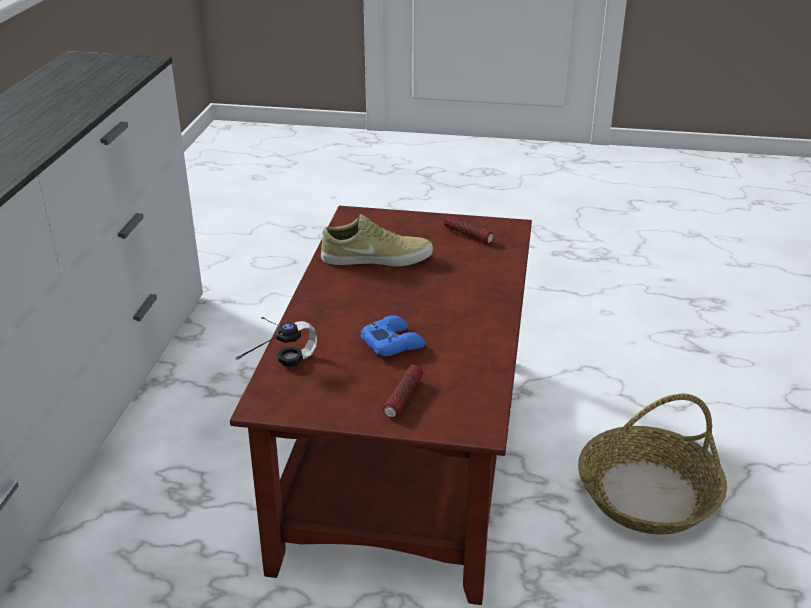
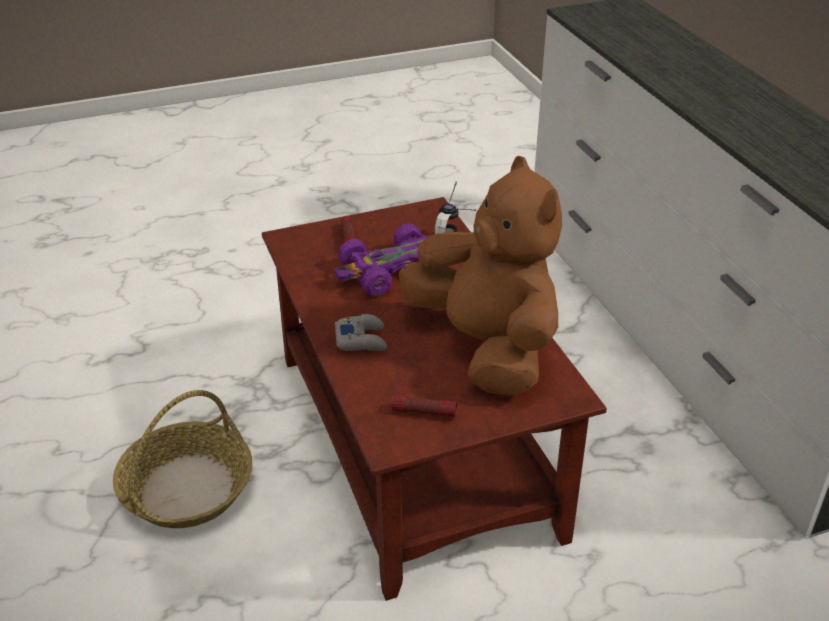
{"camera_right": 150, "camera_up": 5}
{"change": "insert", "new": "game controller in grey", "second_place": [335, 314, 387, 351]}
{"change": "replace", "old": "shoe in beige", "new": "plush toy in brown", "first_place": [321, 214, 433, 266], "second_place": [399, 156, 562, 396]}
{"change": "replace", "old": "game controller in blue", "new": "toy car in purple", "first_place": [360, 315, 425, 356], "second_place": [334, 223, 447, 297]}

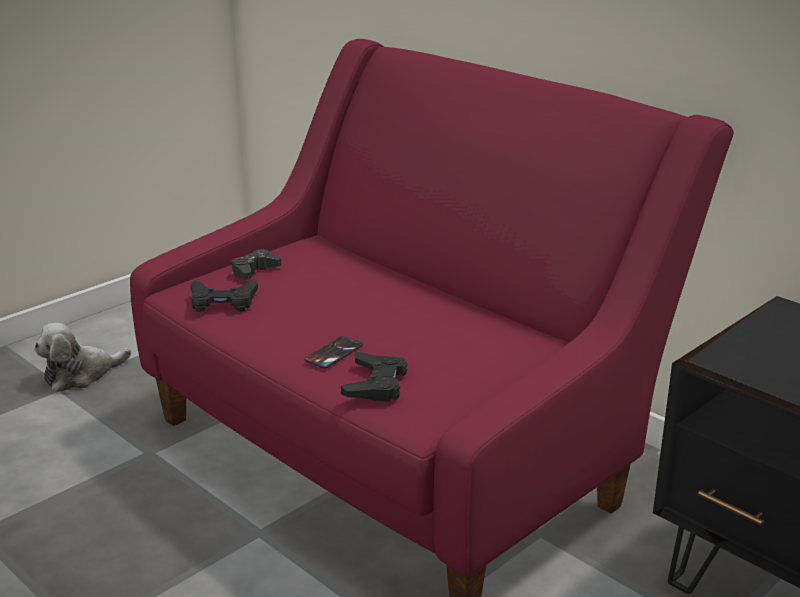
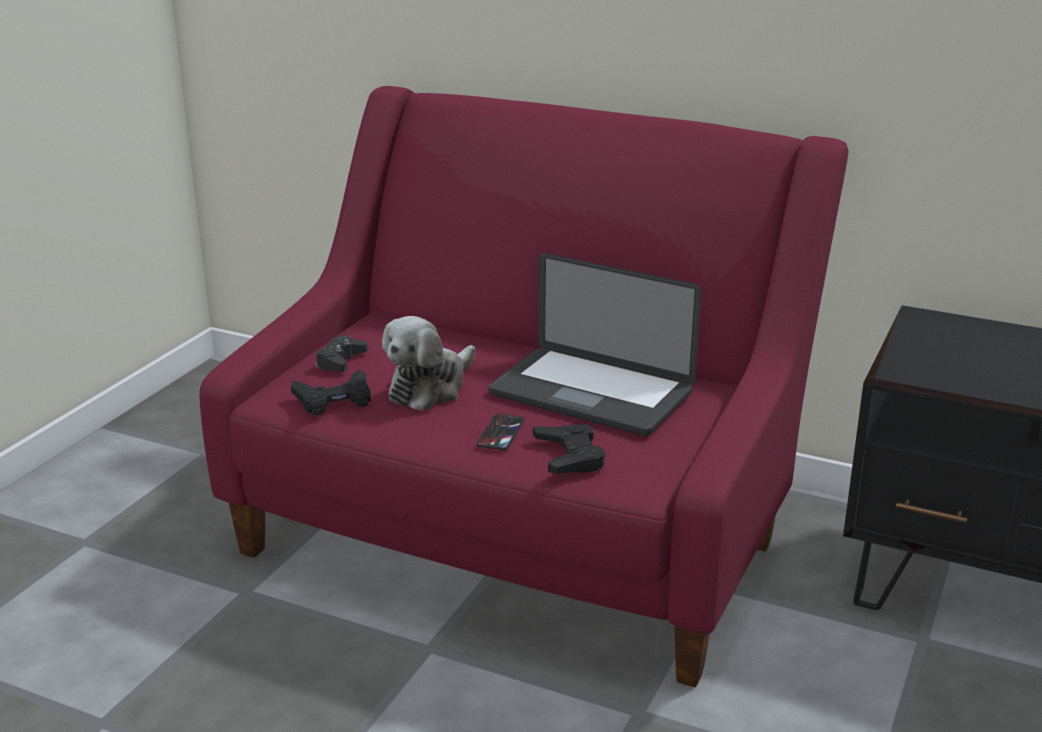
{"camera_right": -20, "camera_up": 0}
{"change": "insert", "new": "laptop", "second_place": [489, 253, 702, 436]}
{"change": "move", "old": "plush toy", "first_place": [34, 323, 131, 392], "second_place": [382, 316, 476, 411]}

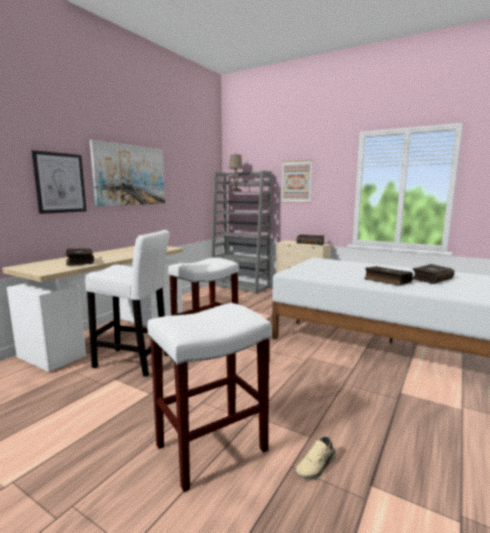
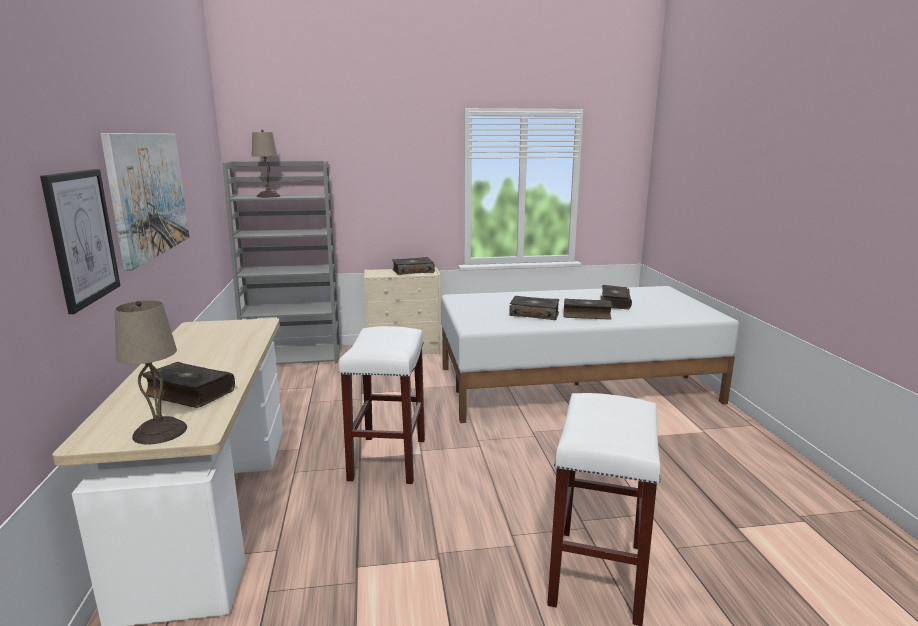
{"camera_right": -40, "camera_up": 5}
{"change": "delete", "old": "stool in white", "first_place": [85, 230, 170, 377]}
{"change": "delete", "old": "picture", "first_place": [281, 160, 312, 203]}
{"change": "delete", "old": "shoe in beige", "first_place": [296, 436, 336, 480]}
{"change": "insert", "new": "table lamp in beige", "second_place": [115, 300, 187, 445]}
{"change": "insert", "new": "book", "second_place": [509, 296, 559, 320]}

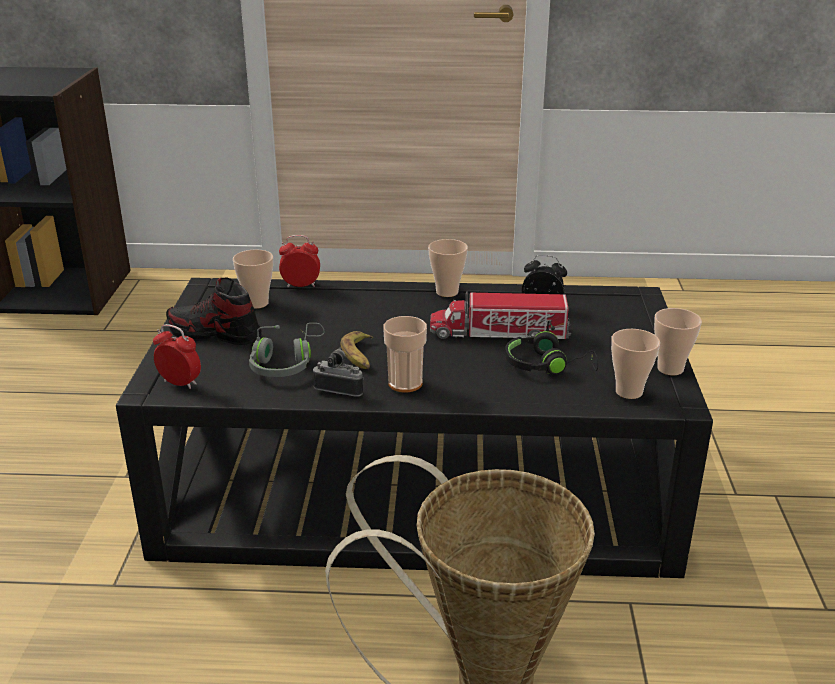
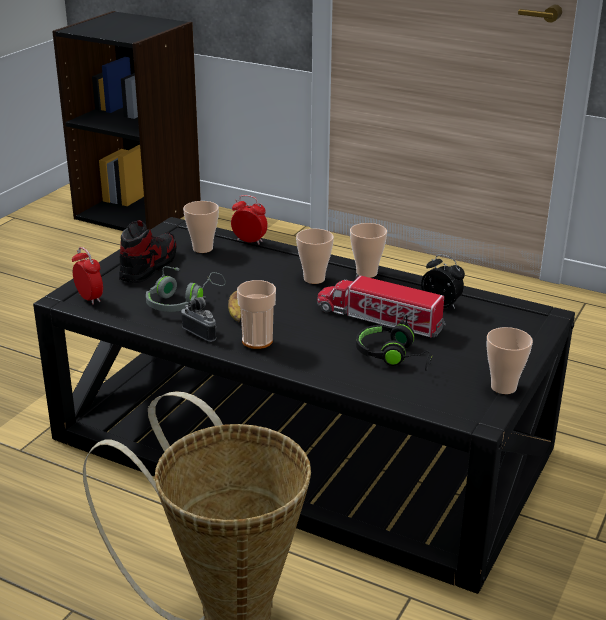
{"camera_right": 25, "camera_up": 0}
{"change": "move", "old": "cup", "first_place": [611, 329, 660, 399], "second_place": [296, 229, 334, 284]}
{"change": "rotate", "old": "shoe", "first_place": [166, 277, 262, 345], "second_place": [119, 220, 177, 283], "degrees": 75}

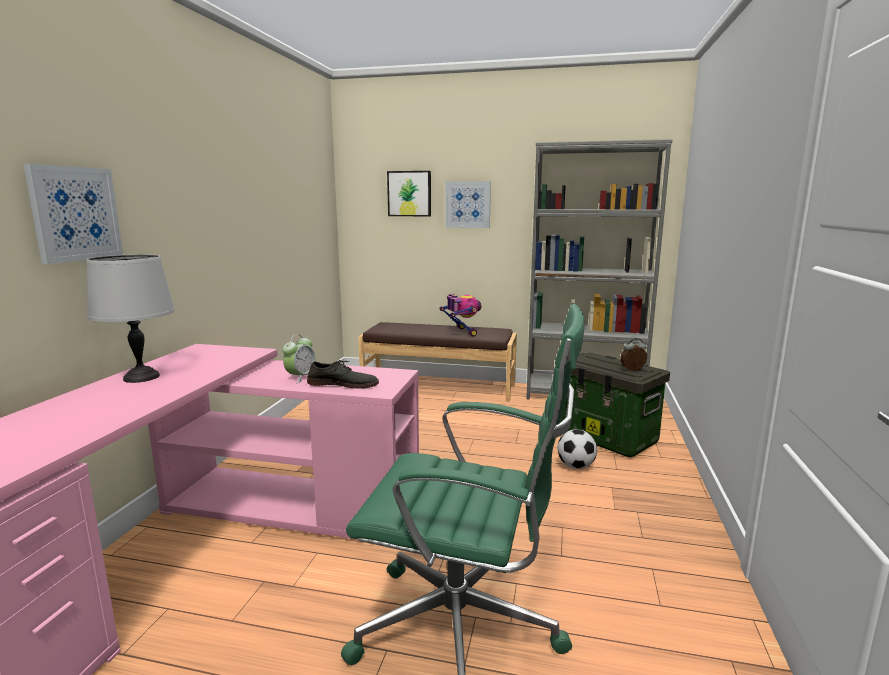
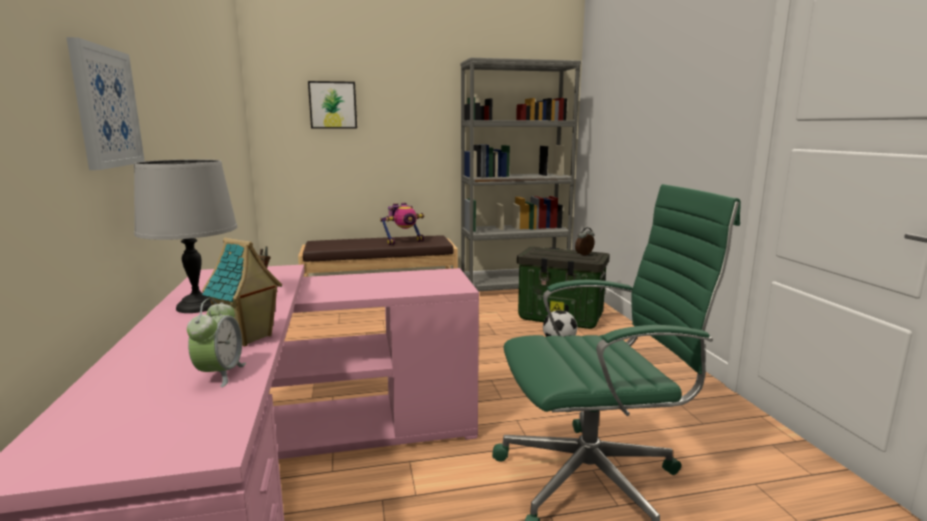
{"camera_right": -25, "camera_up": 0}
{"change": "delete", "old": "shoe in grey", "first_place": [307, 360, 379, 389]}
{"change": "delete", "old": "picture", "first_place": [445, 181, 491, 228]}
{"change": "insert", "new": "toy house", "second_place": [202, 238, 282, 346]}
{"change": "move", "old": "alarm clock", "first_place": [282, 334, 315, 383], "second_place": [187, 298, 246, 387]}
{"change": "rotate", "old": "toy robot", "first_place": [439, 294, 481, 336], "second_place": [380, 203, 424, 245], "degrees": 105}

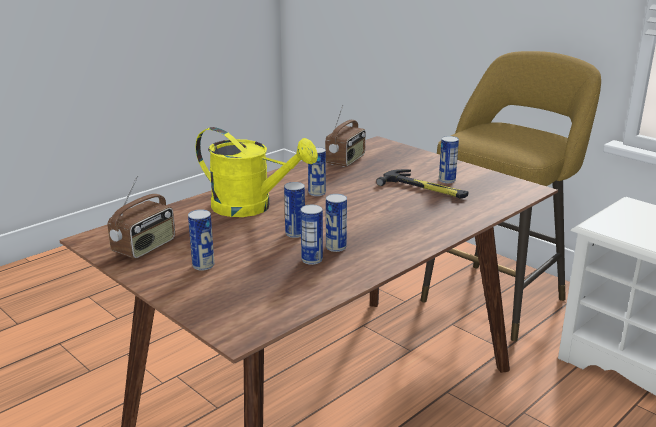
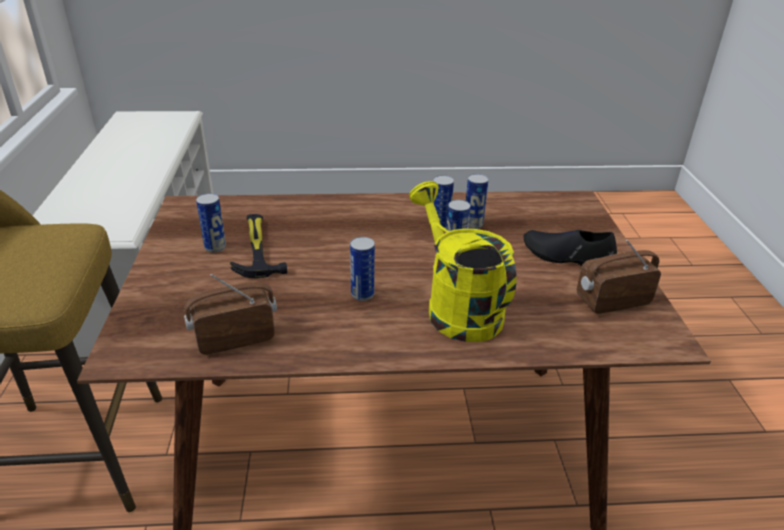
{"camera_right": -140, "camera_up": 10}
{"change": "replace", "old": "can", "new": "shoe in black", "first_place": [188, 209, 214, 270], "second_place": [523, 230, 617, 266]}

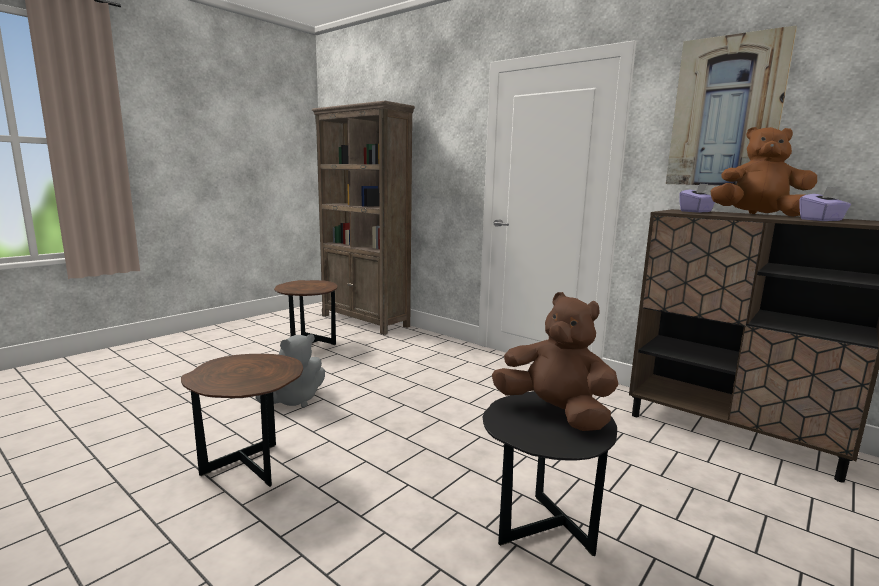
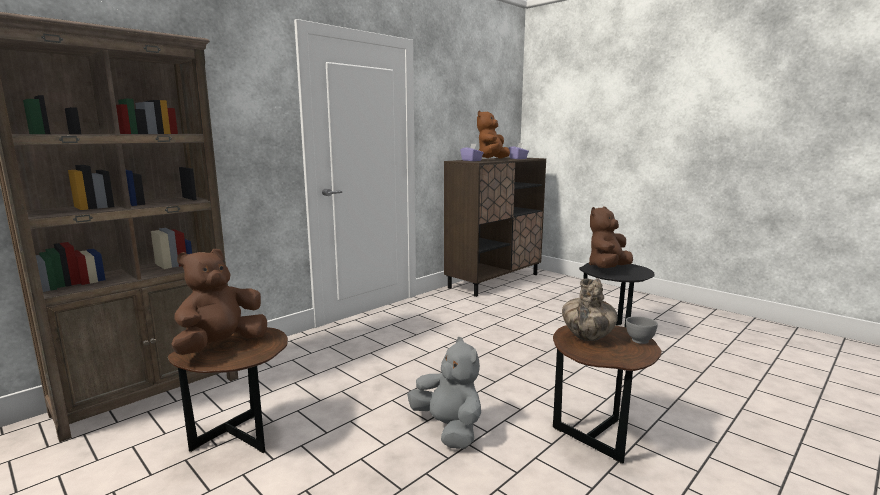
{"camera_right": -85, "camera_up": 0}
{"change": "delete", "old": "picture", "first_place": [666, 25, 797, 186]}
{"change": "insert", "new": "plush toy in brown", "second_place": [171, 249, 267, 355]}
{"change": "insert", "new": "vase", "second_place": [562, 278, 618, 341]}
{"change": "insert", "new": "bowl in grey", "second_place": [626, 316, 658, 344]}

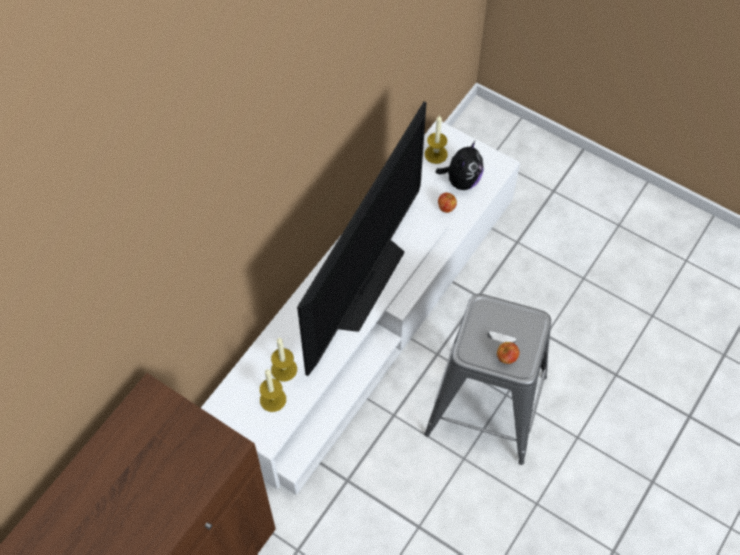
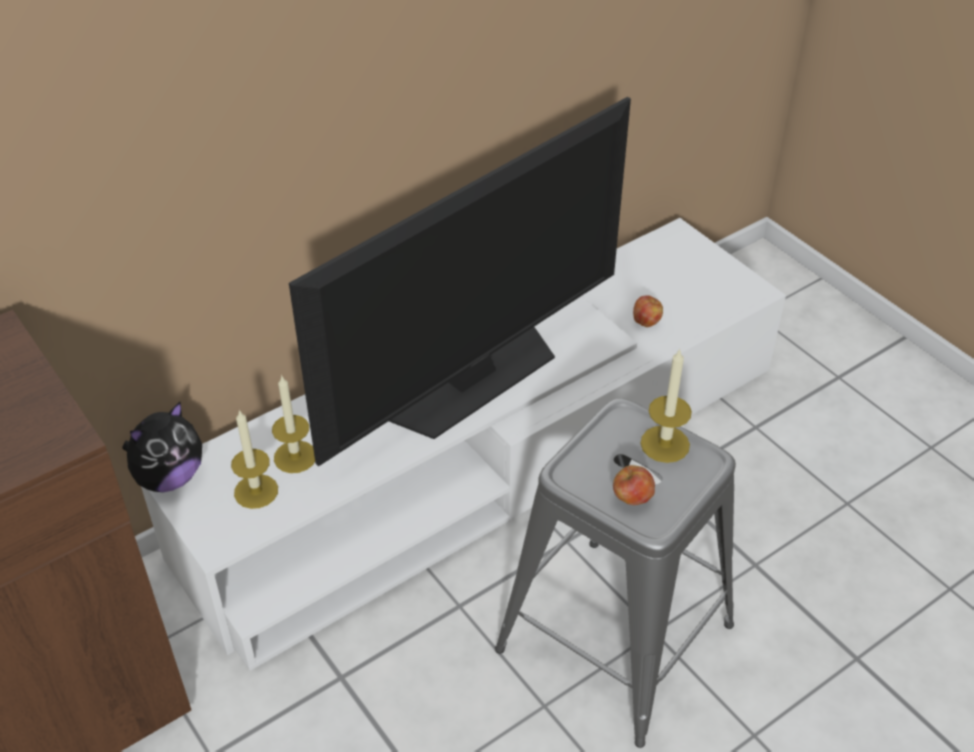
{"camera_right": 20, "camera_up": -15}
{"change": "move", "old": "candle", "first_place": [425, 115, 448, 164], "second_place": [640, 348, 692, 463]}
{"change": "move", "old": "plush toy", "first_place": [436, 140, 484, 190], "second_place": [122, 402, 202, 492]}

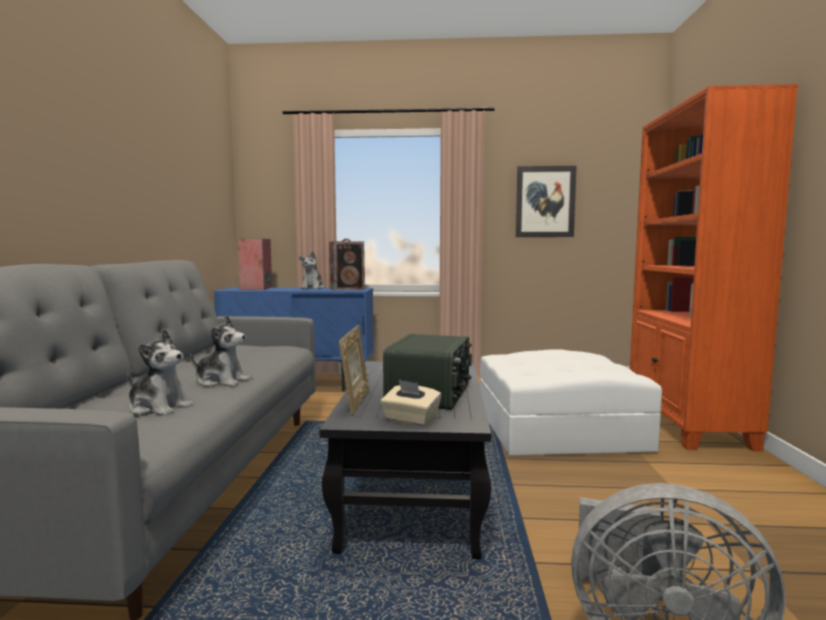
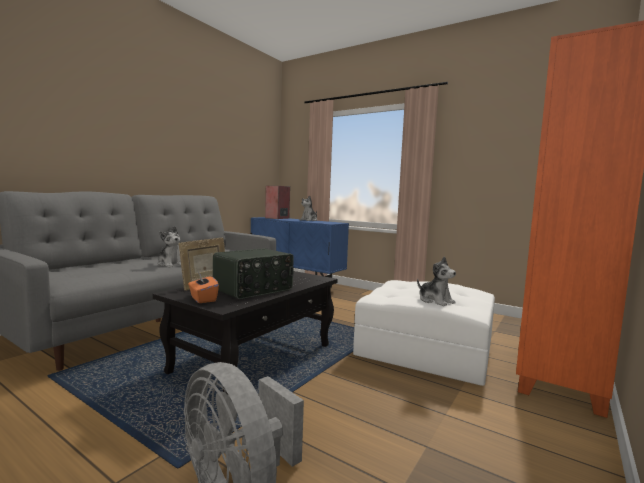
{"camera_right": 30, "camera_up": 0}
{"change": "delete", "old": "speaker", "first_place": [329, 239, 365, 290]}
{"change": "delete", "old": "picture", "first_place": [515, 166, 577, 237]}
{"change": "move", "old": "plush toy", "first_place": [127, 329, 194, 416], "second_place": [417, 256, 456, 306]}
{"change": "recolor", "old": "tissue box in beige", "new": "tissue box in orange", "first_place": [381, 379, 441, 427], "second_place": [188, 272, 219, 303]}

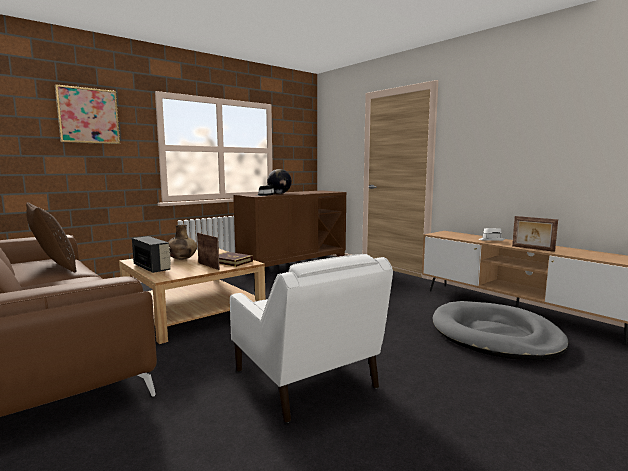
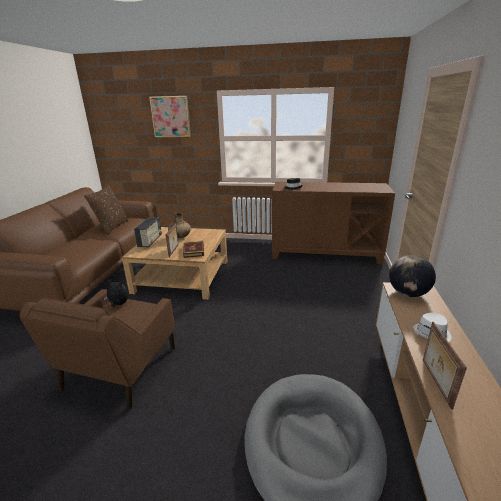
{"camera_right": 50, "camera_up": 15}
{"change": "insert", "new": "plush toy", "second_place": [103, 280, 128, 307]}
{"change": "move", "old": "globe", "first_place": [267, 169, 292, 194], "second_place": [389, 255, 436, 297]}
{"change": "recolor", "old": "armchair in white", "new": "armchair in brown", "first_place": [230, 254, 393, 423], "second_place": [19, 289, 175, 409]}

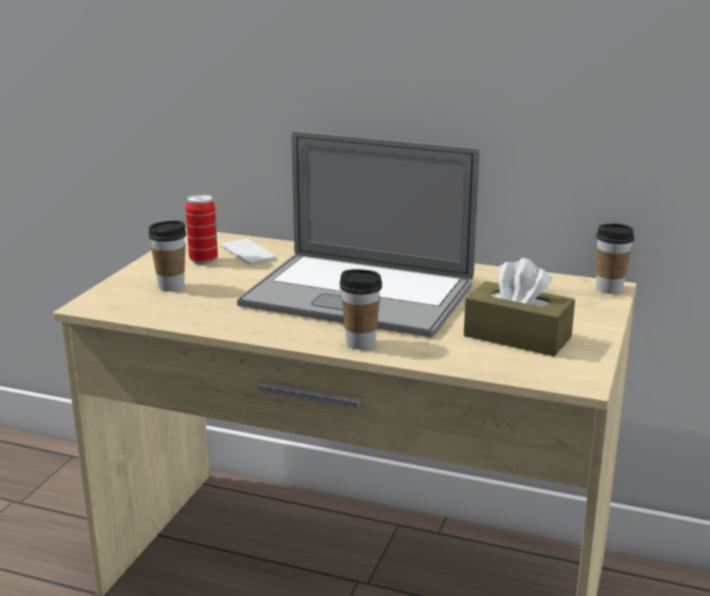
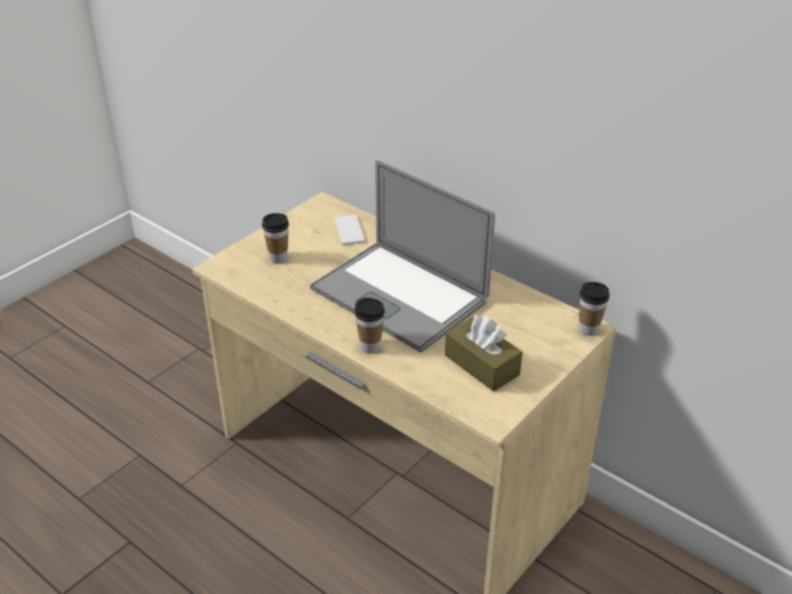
{"camera_right": 20, "camera_up": 15}
{"change": "delete", "old": "can", "first_place": [186, 194, 218, 264]}

